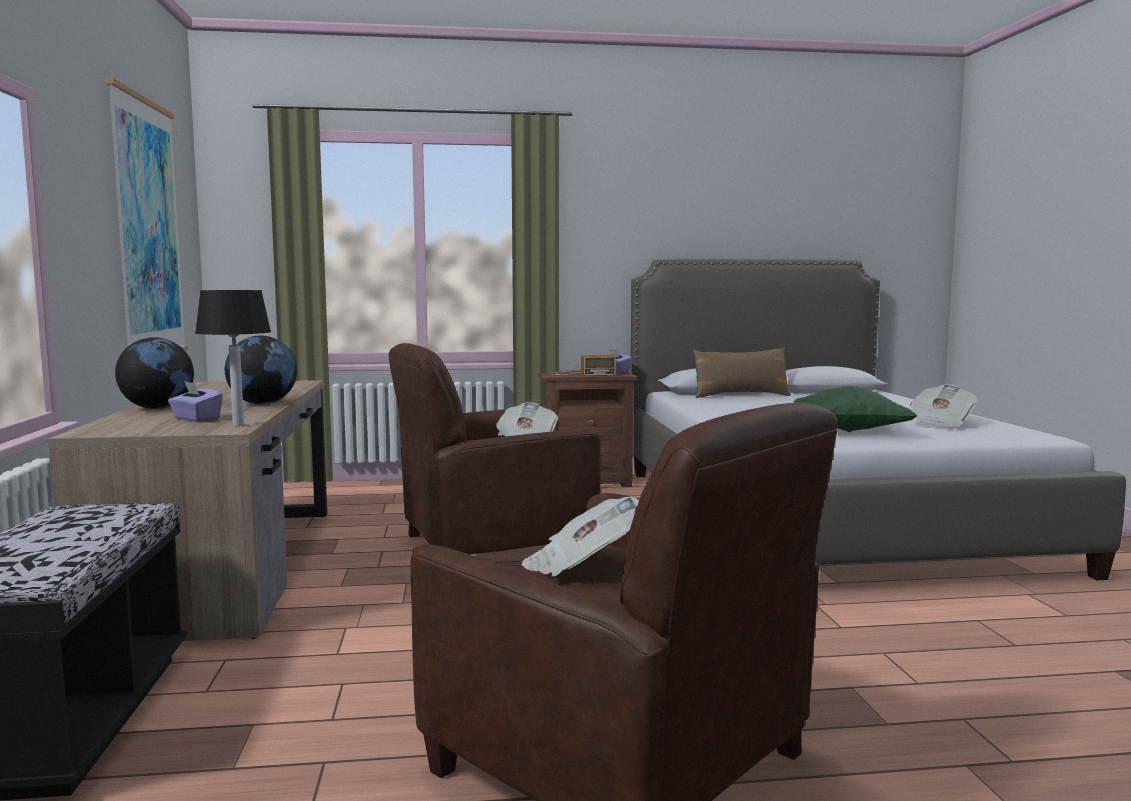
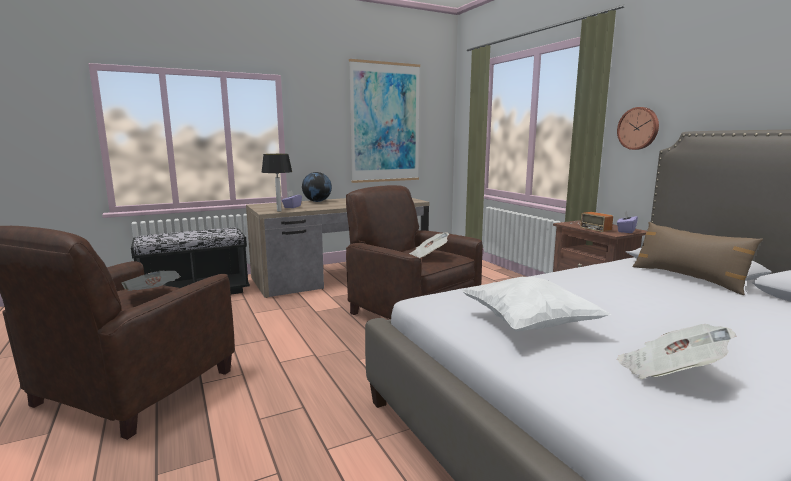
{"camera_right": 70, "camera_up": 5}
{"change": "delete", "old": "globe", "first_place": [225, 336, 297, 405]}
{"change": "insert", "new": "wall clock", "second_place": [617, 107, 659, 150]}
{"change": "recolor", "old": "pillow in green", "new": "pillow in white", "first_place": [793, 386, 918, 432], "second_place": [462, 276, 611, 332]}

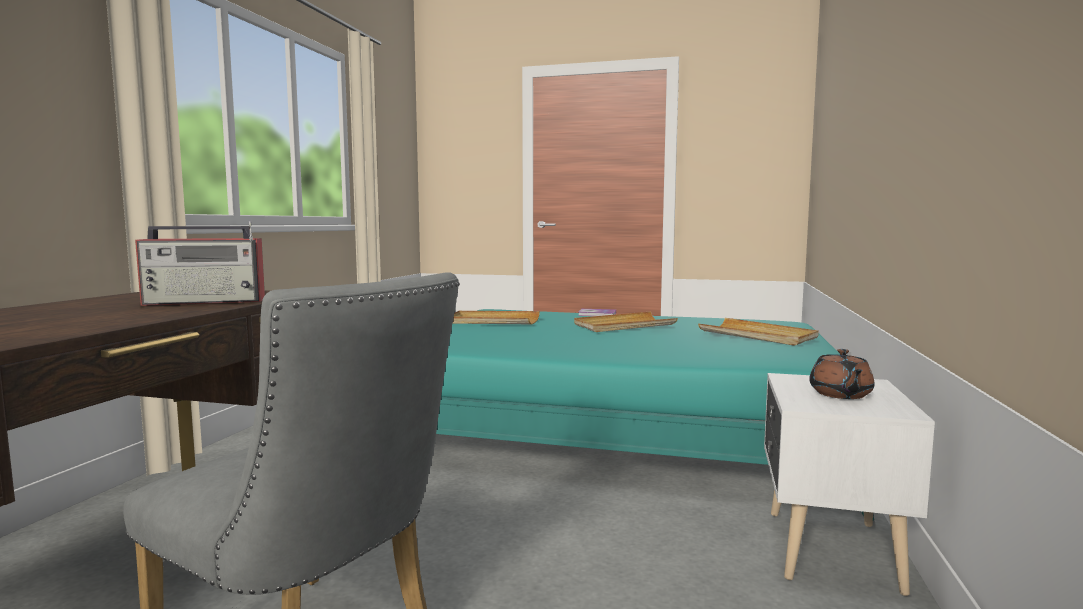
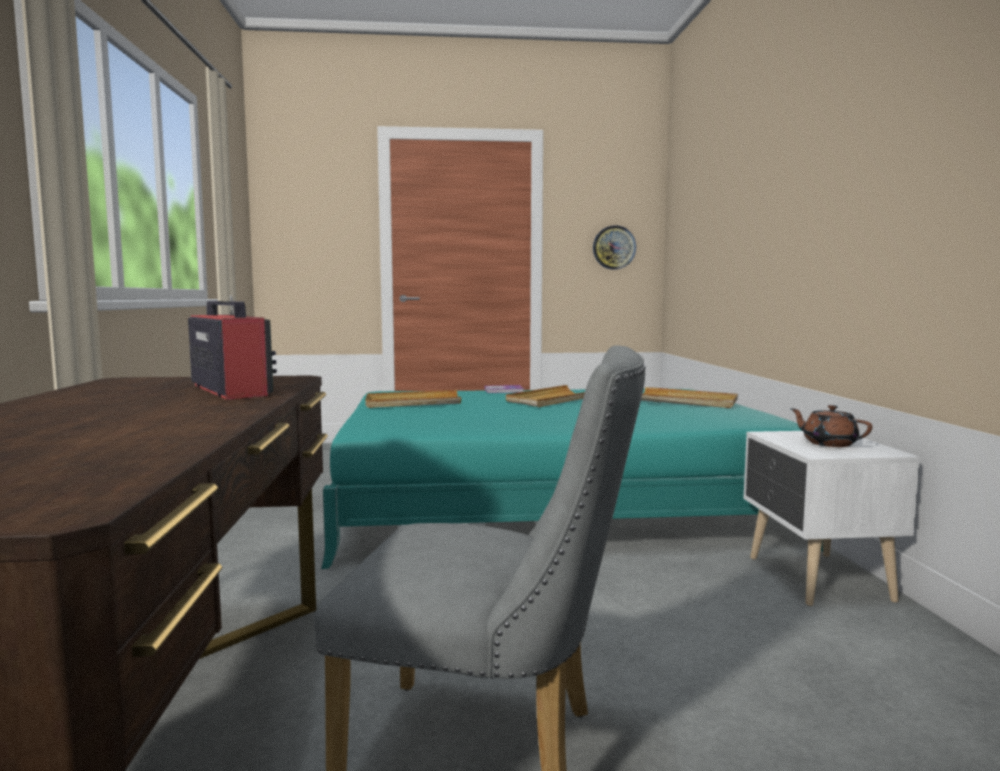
{"camera_right": -20, "camera_up": 0}
{"change": "insert", "new": "wall clock", "second_place": [593, 225, 636, 270]}
{"change": "rotate", "old": "radio", "first_place": [135, 221, 265, 306], "second_place": [188, 295, 277, 400], "degrees": -90}
{"change": "rotate", "old": "teapot in brown", "first_place": [809, 349, 874, 399], "second_place": [790, 405, 872, 447], "degrees": 150}

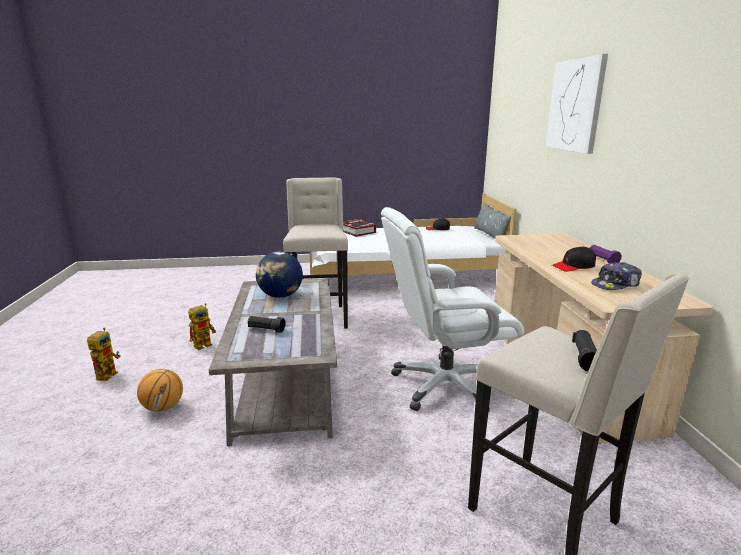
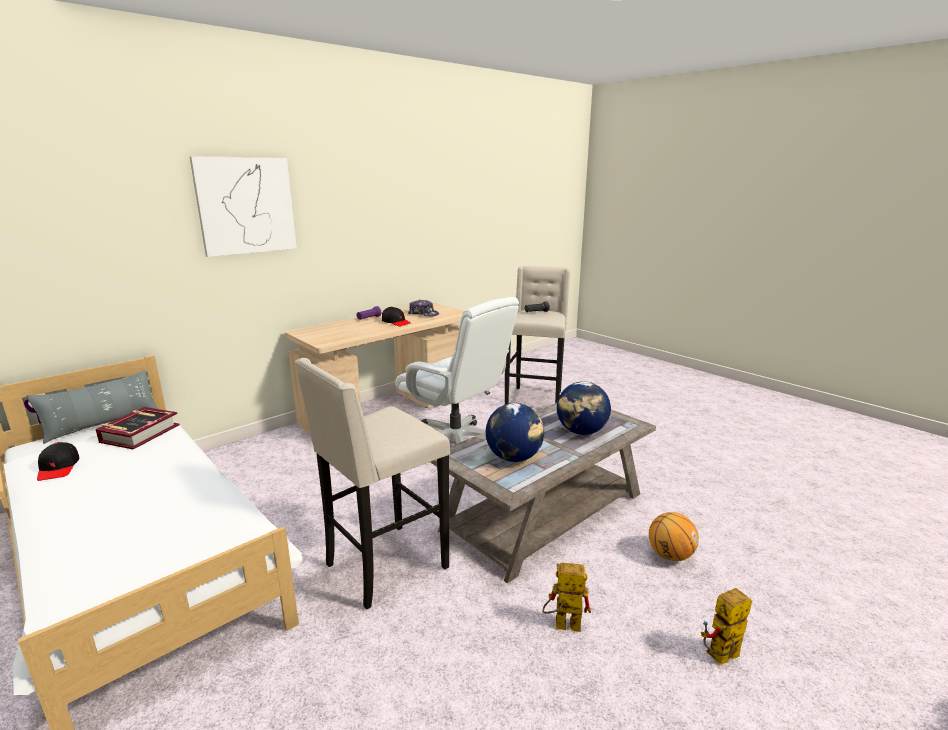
{"camera_right": -125, "camera_up": 0}
{"change": "move", "old": "book", "first_place": [343, 219, 376, 237], "second_place": [96, 407, 180, 449]}
{"change": "replace", "old": "flashlight in black", "new": "globe", "first_place": [248, 316, 286, 333], "second_place": [557, 381, 611, 435]}

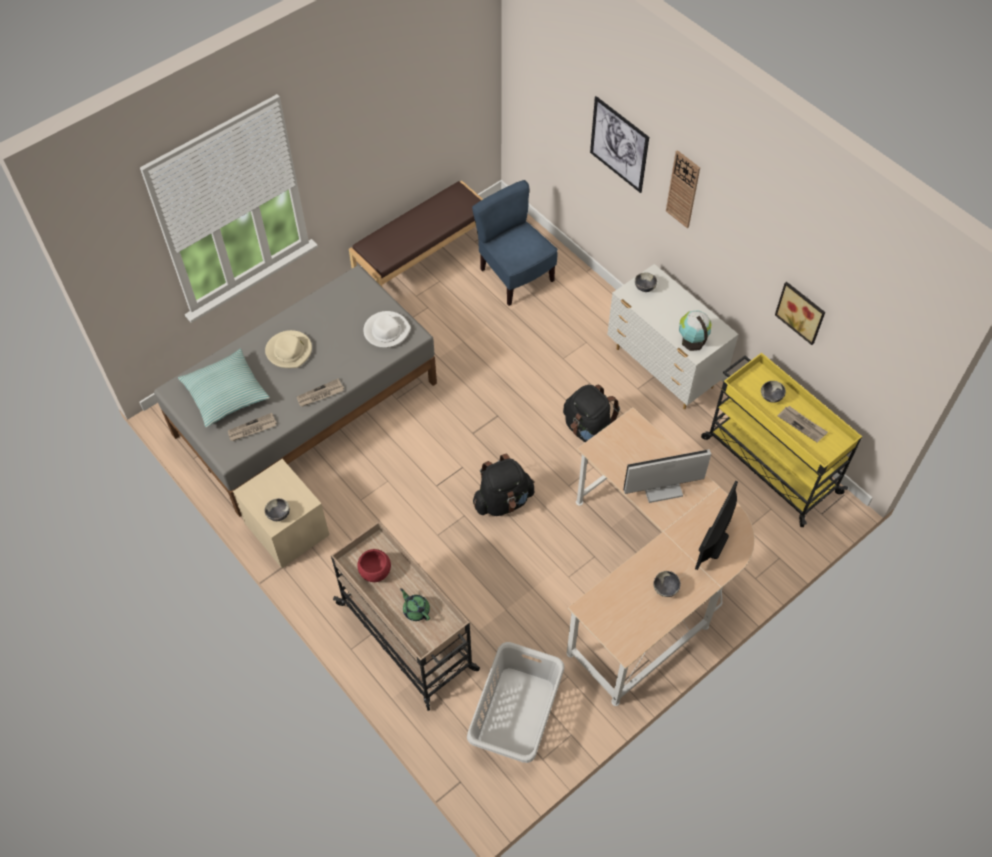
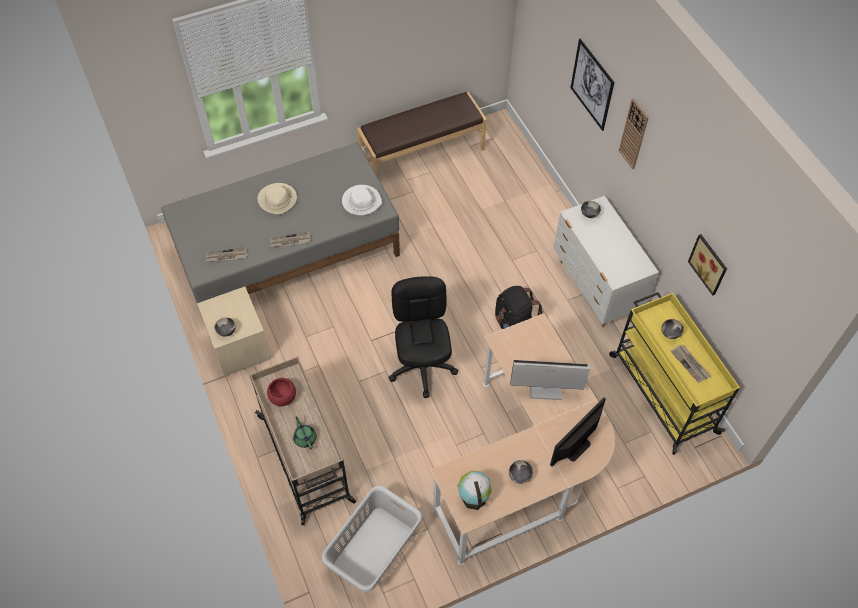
{"camera_right": 15, "camera_up": 0}
{"change": "delete", "old": "pillow", "first_place": [178, 348, 270, 428]}
{"change": "delete", "old": "chair in blue", "first_place": [472, 180, 558, 306]}
{"change": "move", "old": "globe", "first_place": [679, 310, 712, 351], "second_place": [458, 471, 492, 510]}
{"change": "replace", "old": "backpack in black", "new": "office chair in black", "first_place": [473, 454, 535, 516], "second_place": [388, 276, 458, 398]}

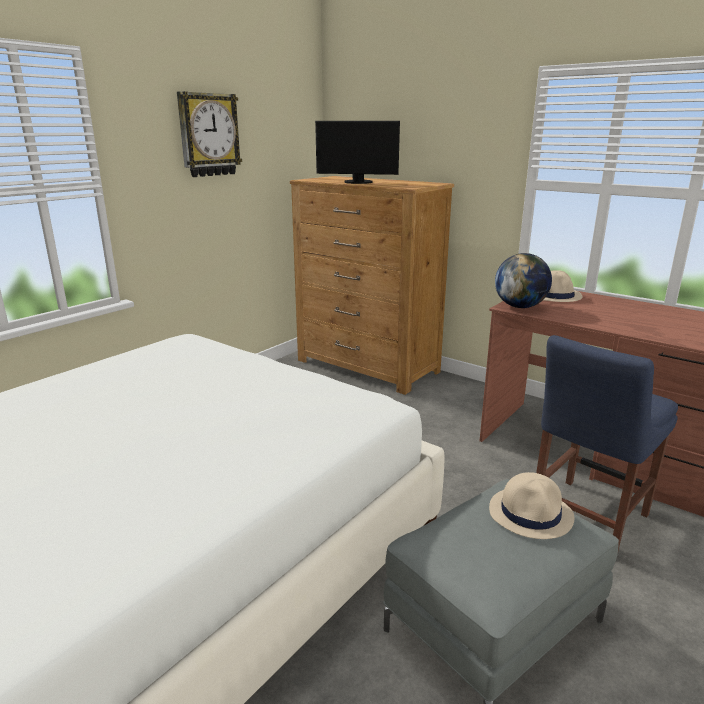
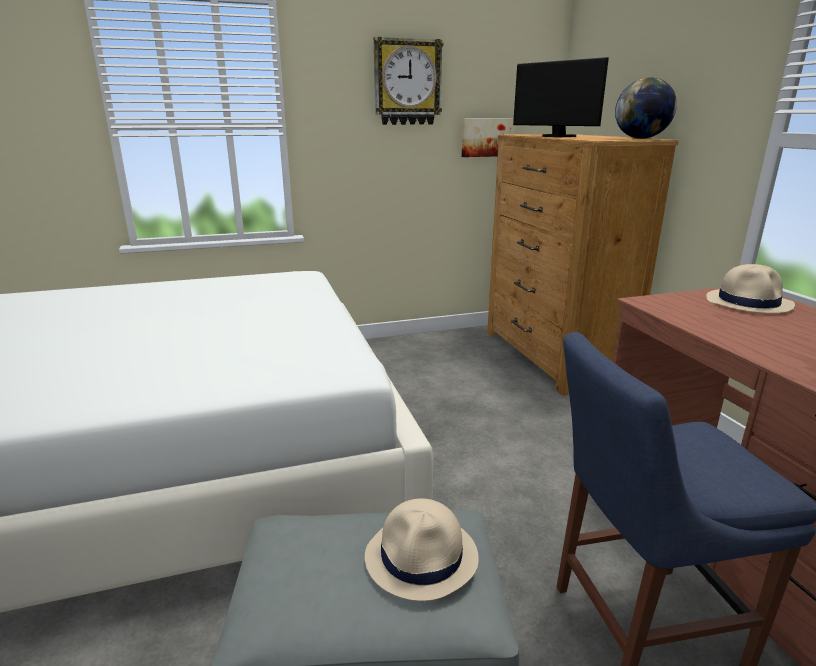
{"camera_right": 35, "camera_up": 0}
{"change": "insert", "new": "picture", "second_place": [461, 118, 516, 157]}
{"change": "move", "old": "globe", "first_place": [495, 253, 552, 308], "second_place": [615, 78, 677, 139]}

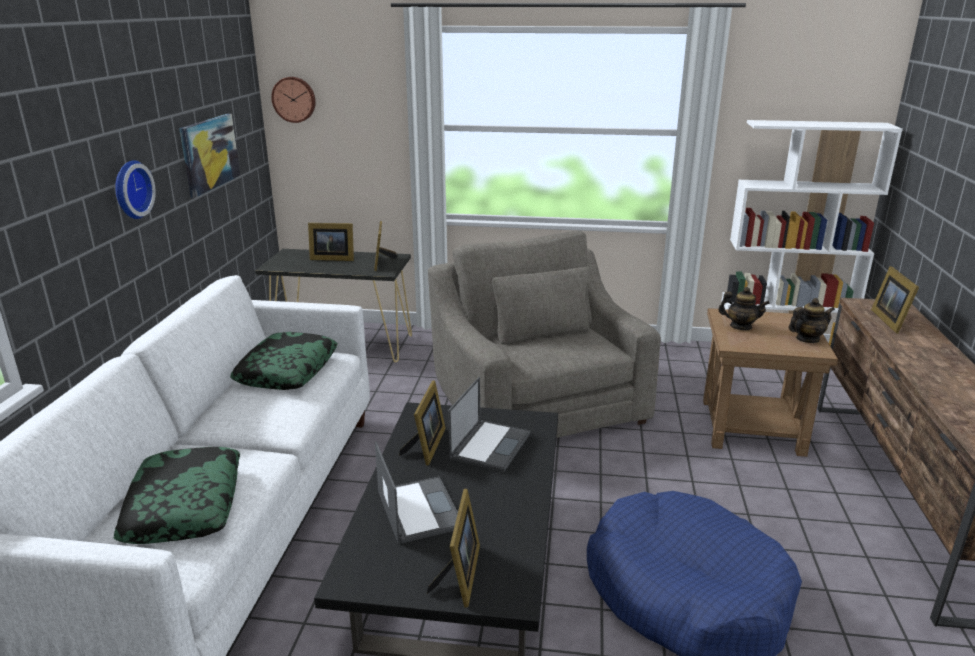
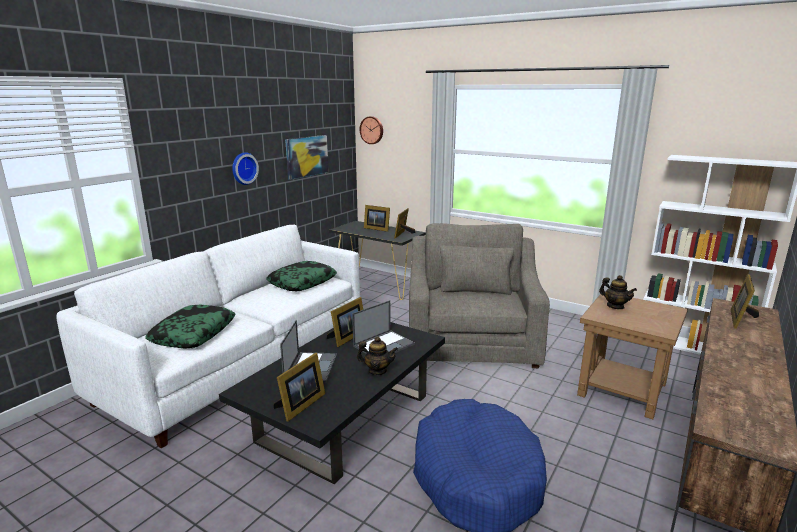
{"camera_right": 25, "camera_up": -5}
{"change": "move", "old": "teapot", "first_place": [788, 298, 835, 343], "second_place": [357, 336, 398, 375]}

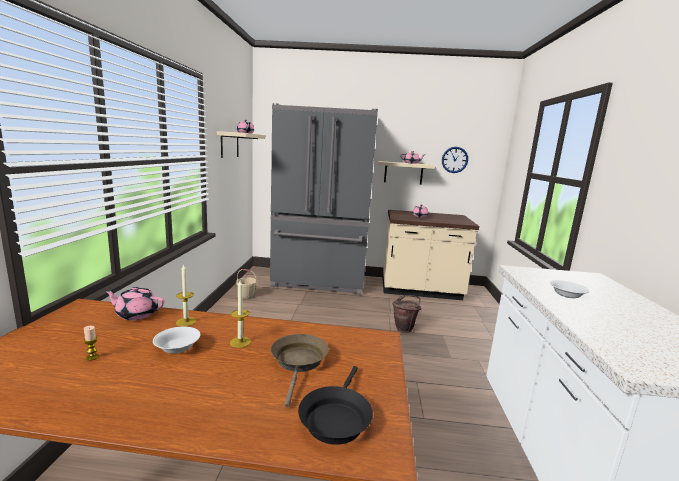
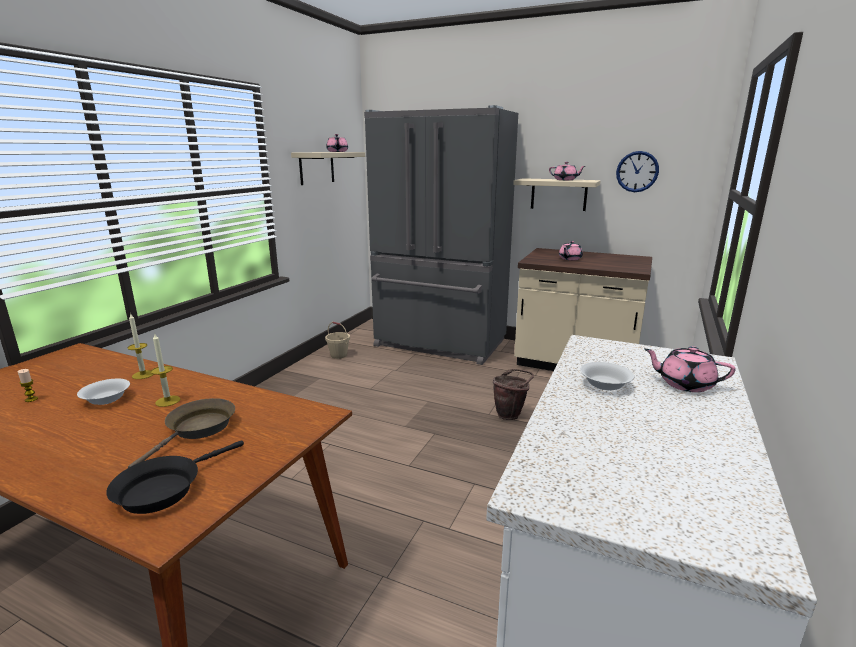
{"camera_right": 20, "camera_up": 5}
{"change": "move", "old": "teapot in pink", "first_place": [105, 287, 164, 320], "second_place": [644, 346, 736, 392]}

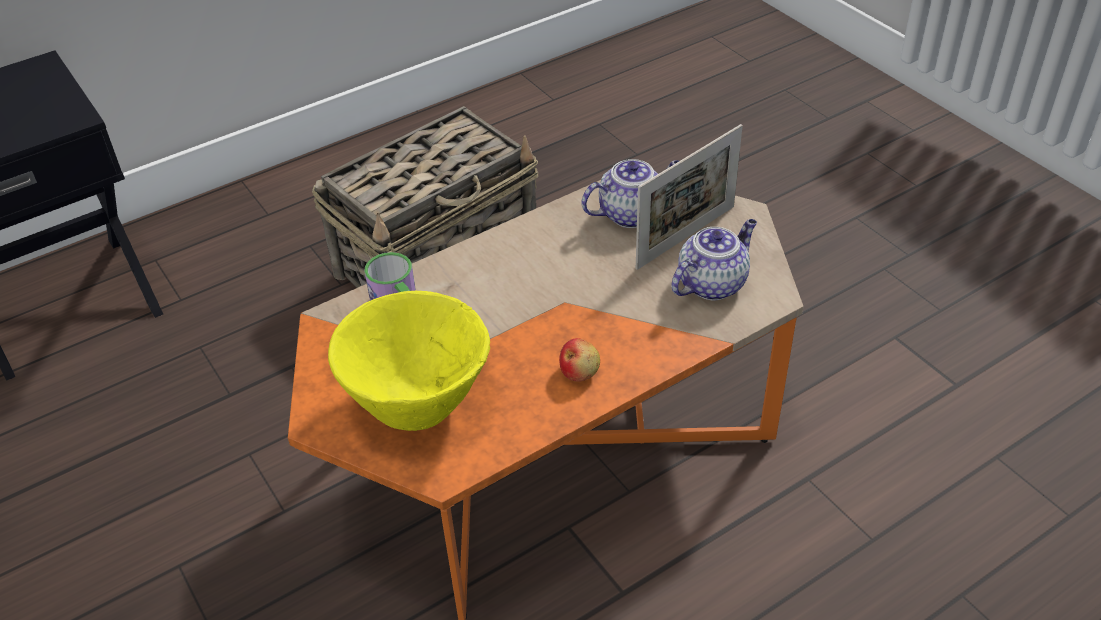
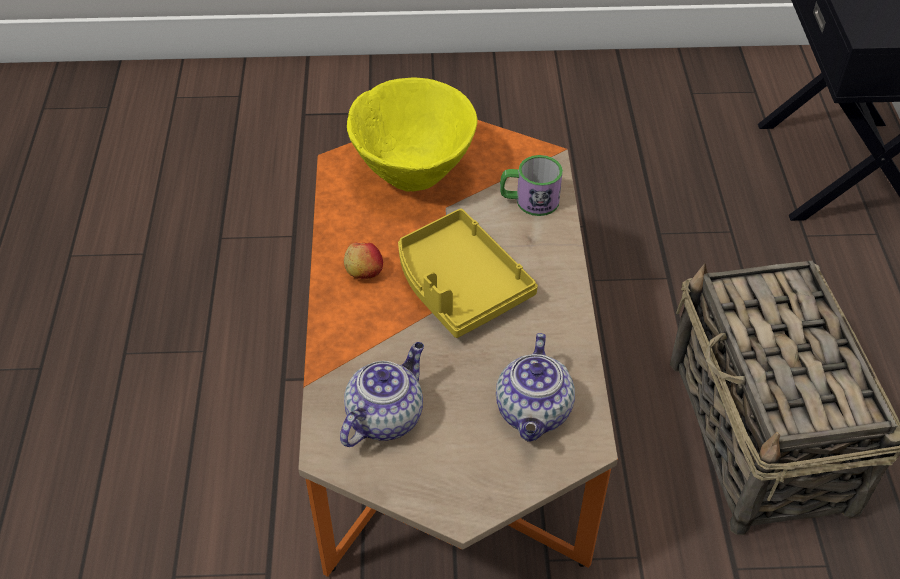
{"camera_right": 120, "camera_up": 5}
{"change": "delete", "old": "picture frame", "first_place": [636, 124, 743, 270]}
{"change": "insert", "new": "tray in yellow", "second_place": [398, 209, 538, 338]}
{"change": "rotate", "old": "teapot", "first_place": [671, 219, 757, 300], "second_place": [340, 342, 424, 447], "degrees": -135}

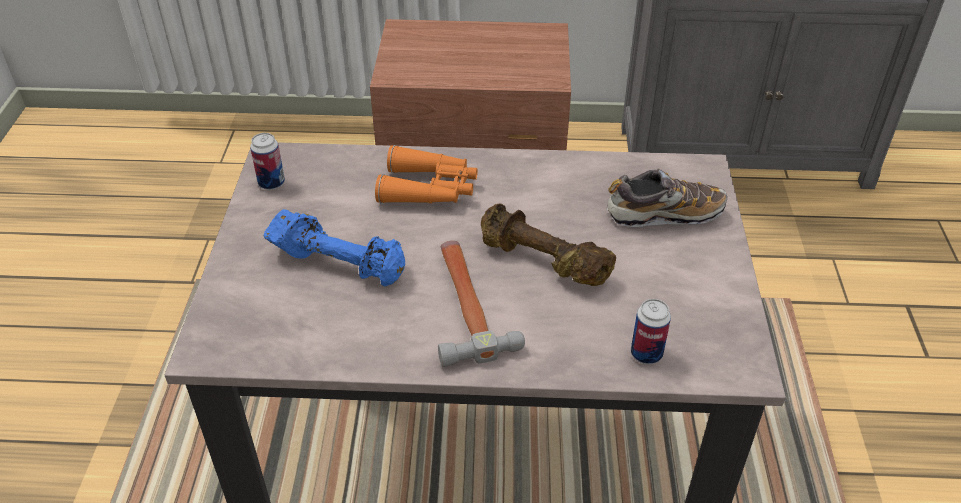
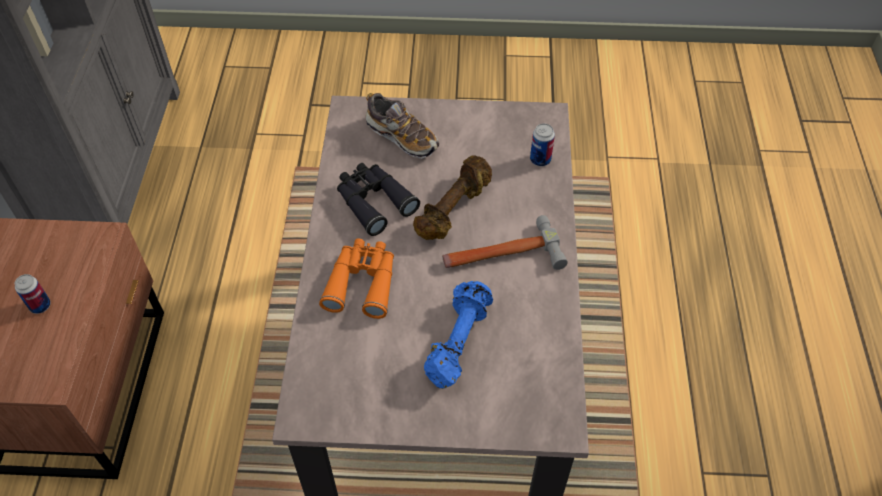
{"camera_right": -90, "camera_up": 10}
{"change": "insert", "new": "binoculars in black", "second_place": [337, 163, 420, 236]}
{"change": "move", "old": "can", "first_place": [250, 133, 285, 190], "second_place": [15, 274, 51, 314]}
{"change": "rotate", "old": "shoe", "first_place": [607, 168, 727, 227], "second_place": [366, 93, 439, 159], "degrees": 135}

